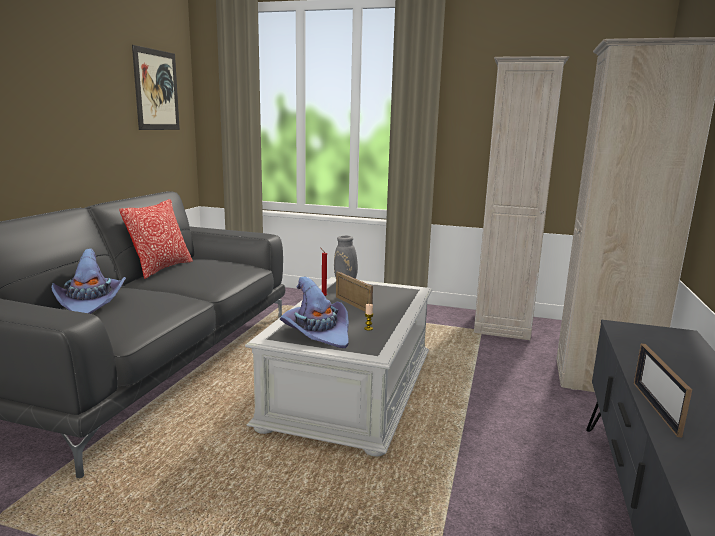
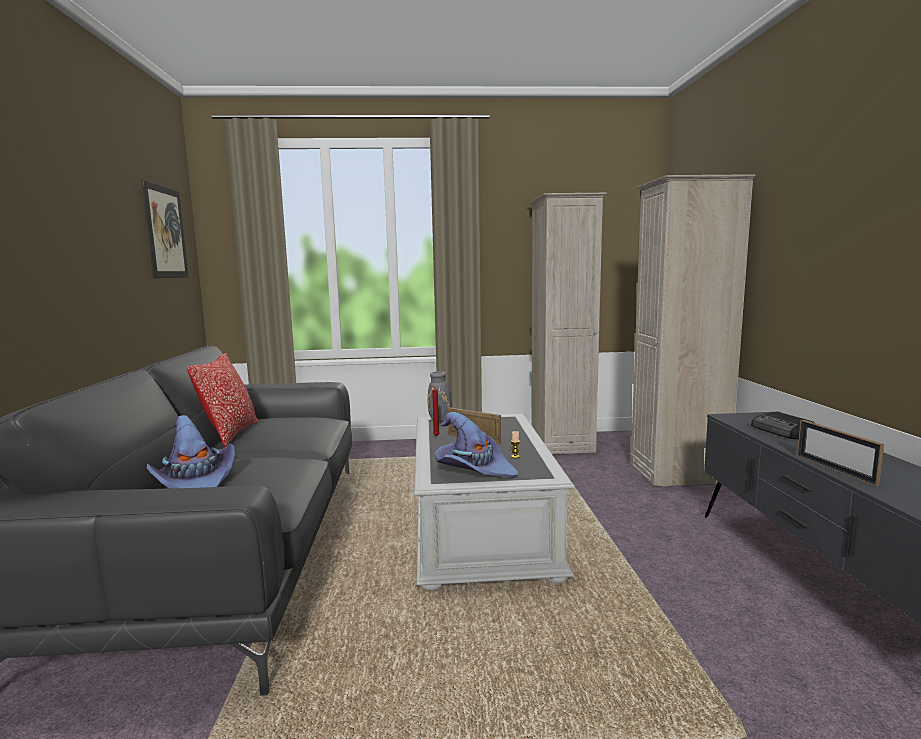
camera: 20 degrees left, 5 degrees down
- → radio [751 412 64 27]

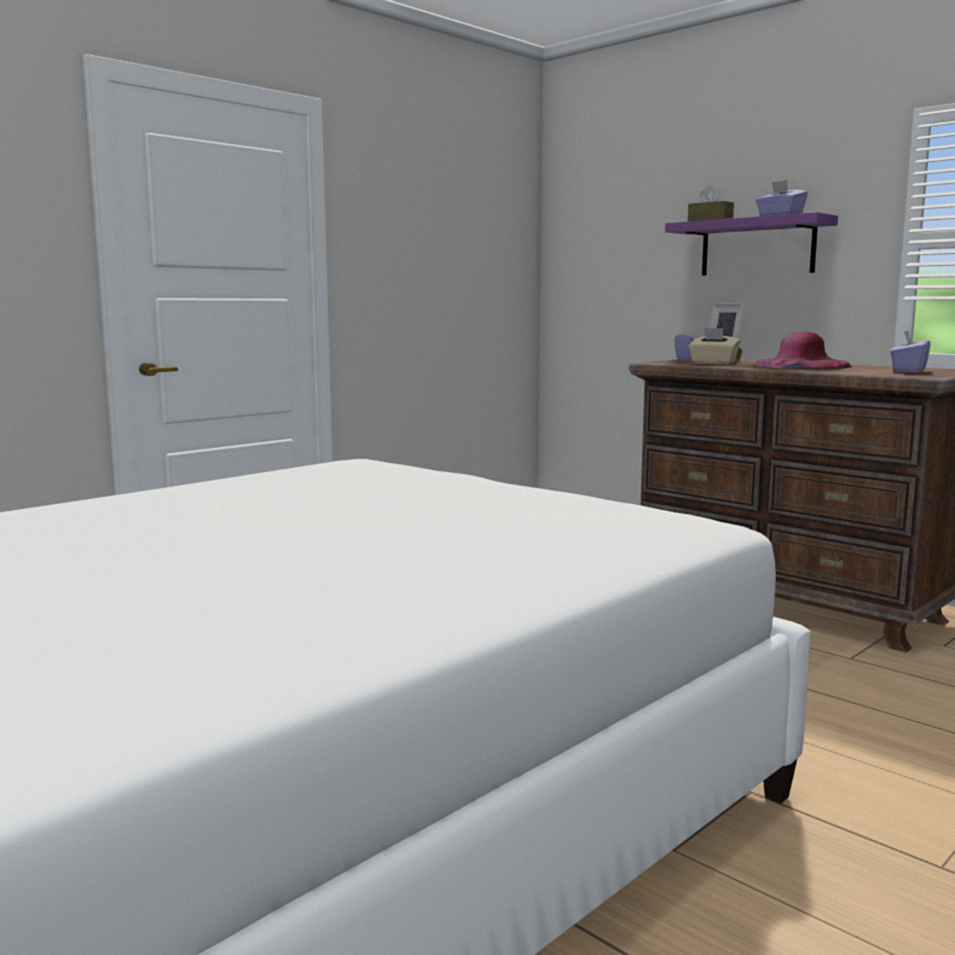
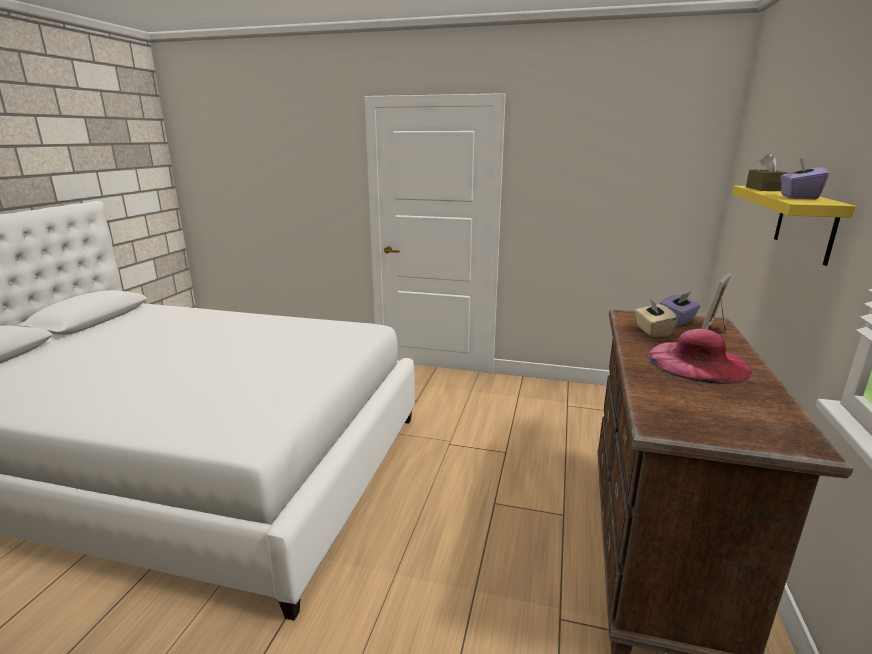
camera: 60 degrees right, 10 degrees up
tissue box (purple) [890 331 41 41] → -
shelf (purple) [665 212 173 63] → shelf (yellow) [732 186 124 80]

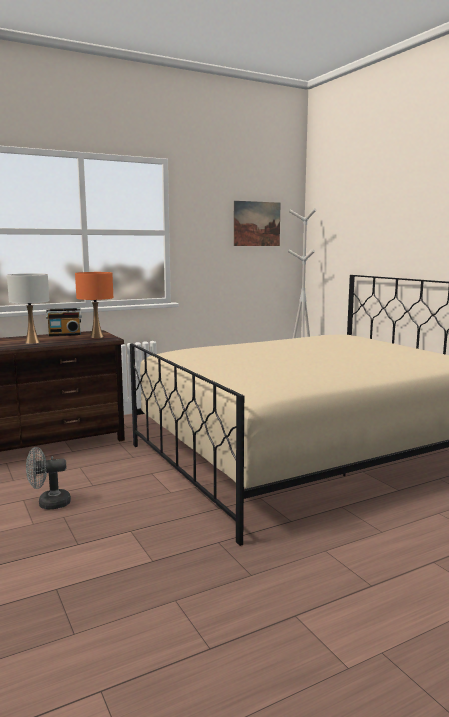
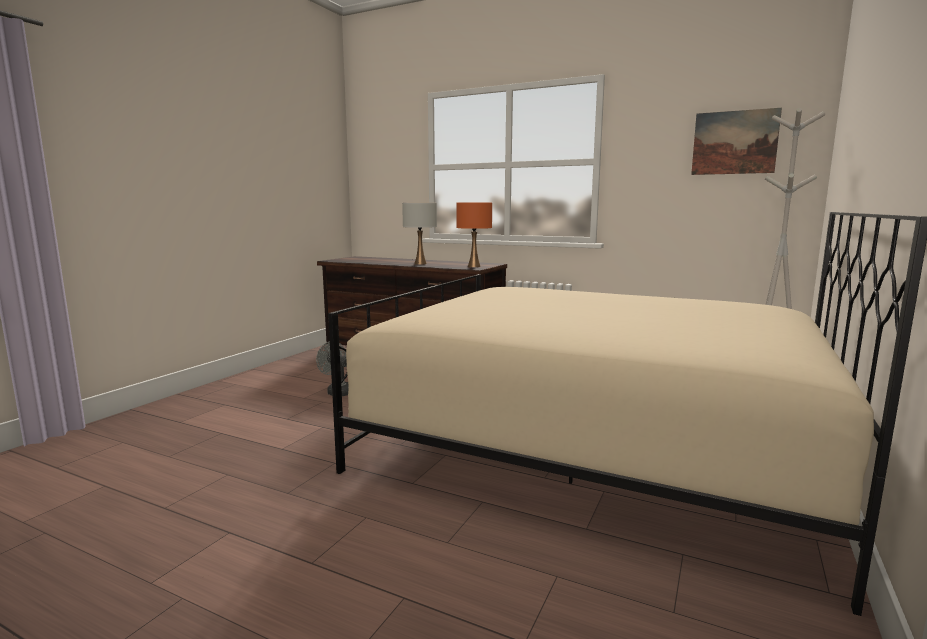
camera: 55 degrees right, 0 degrees up
radio [46 308 36 28] → -

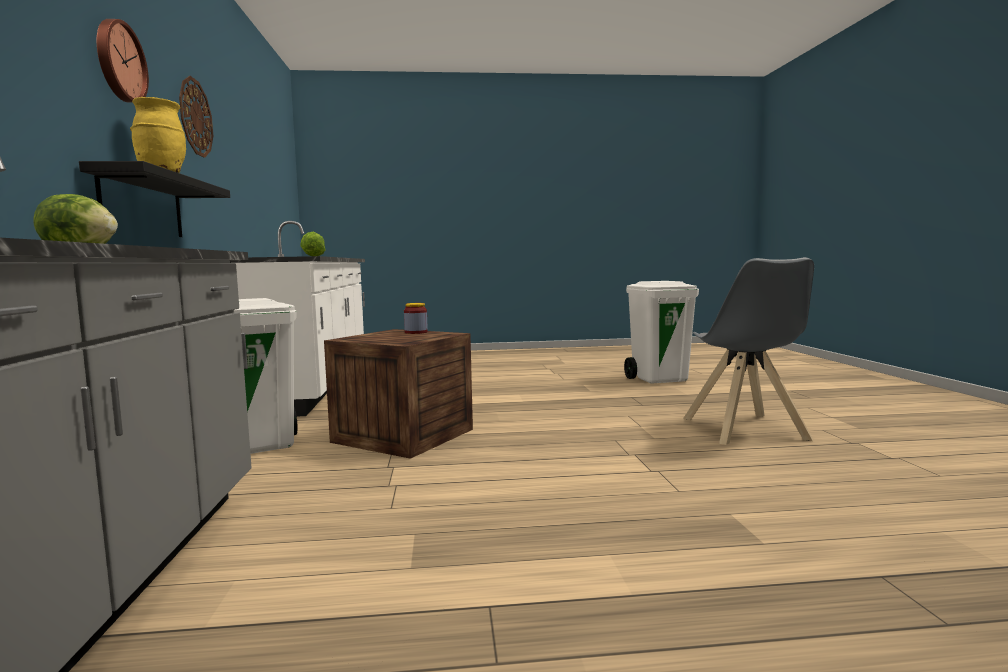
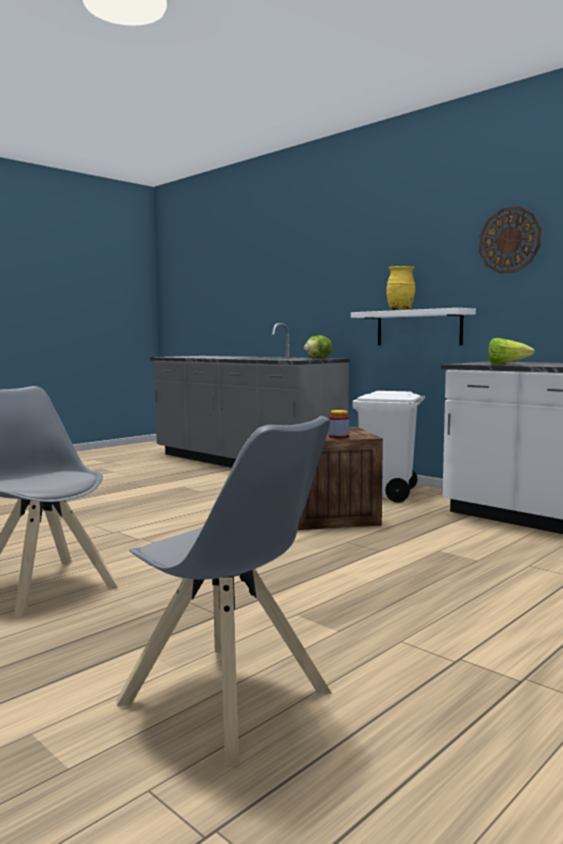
camera: 140 degrees right, 0 degrees up
wall clock [97 19 52 84] → -
trash can (white) [624 281 75 103] → chair (grey) [116 416 216 350]
shelf (black) [79 161 151 76] → shelf (white) [351 308 125 37]

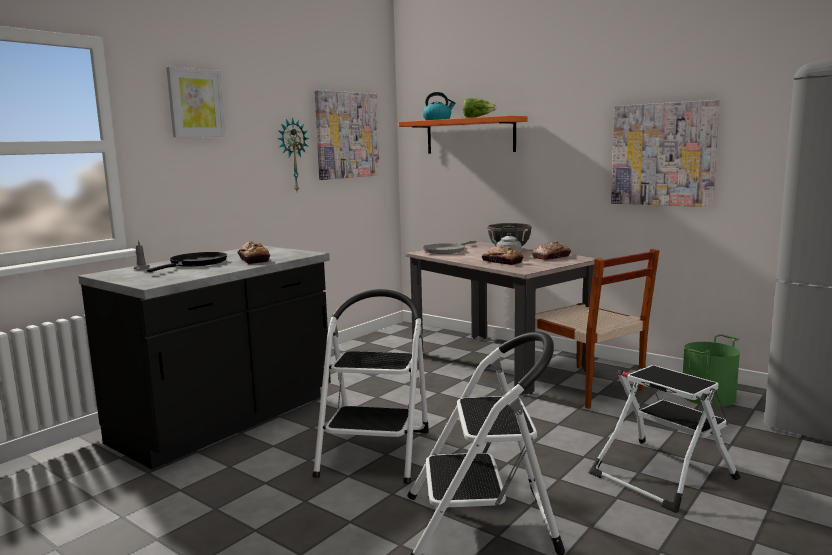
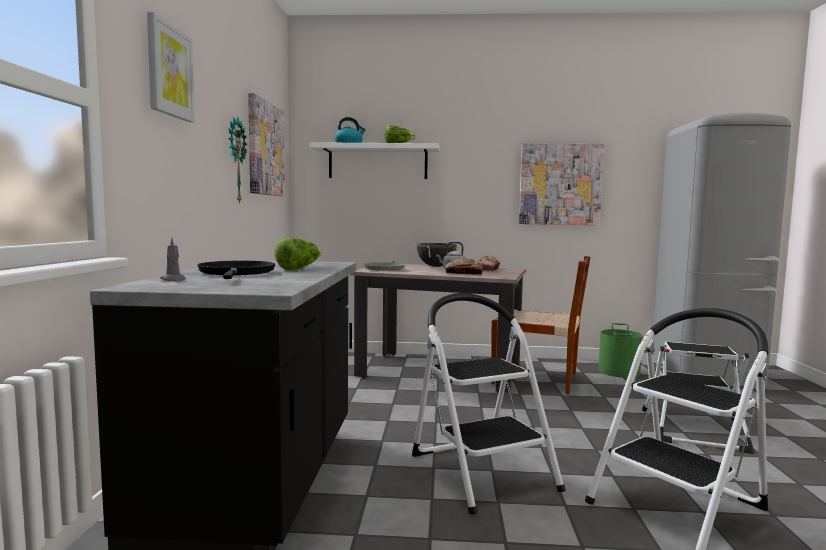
camera: 35 degrees left, 5 degrees down
bread [237 241 33 23] → lettuce [274 238 47 32]
shelf (orange) [399 116 129 37] → shelf (white) [310 142 129 37]

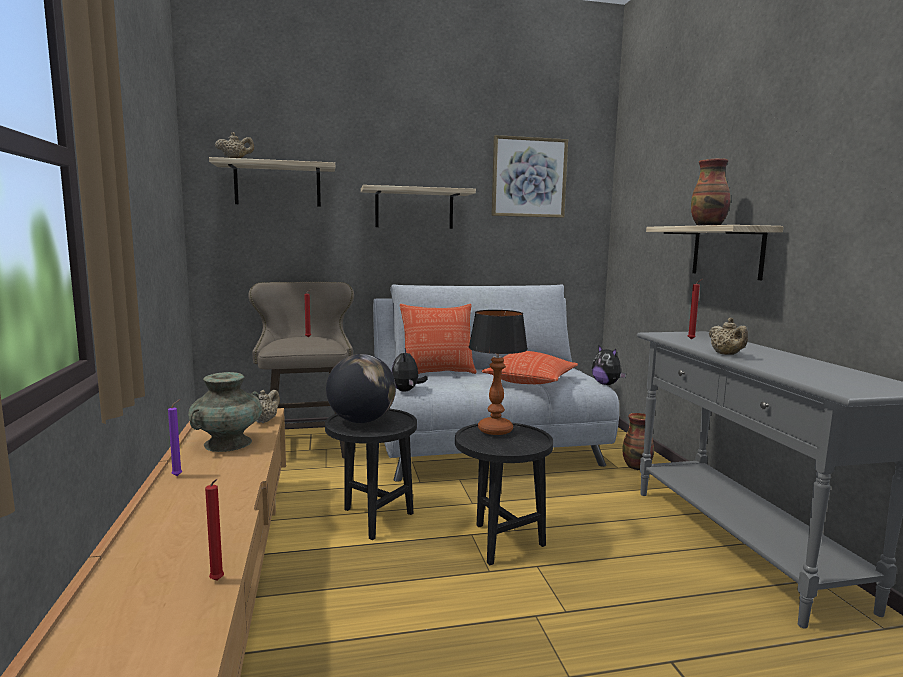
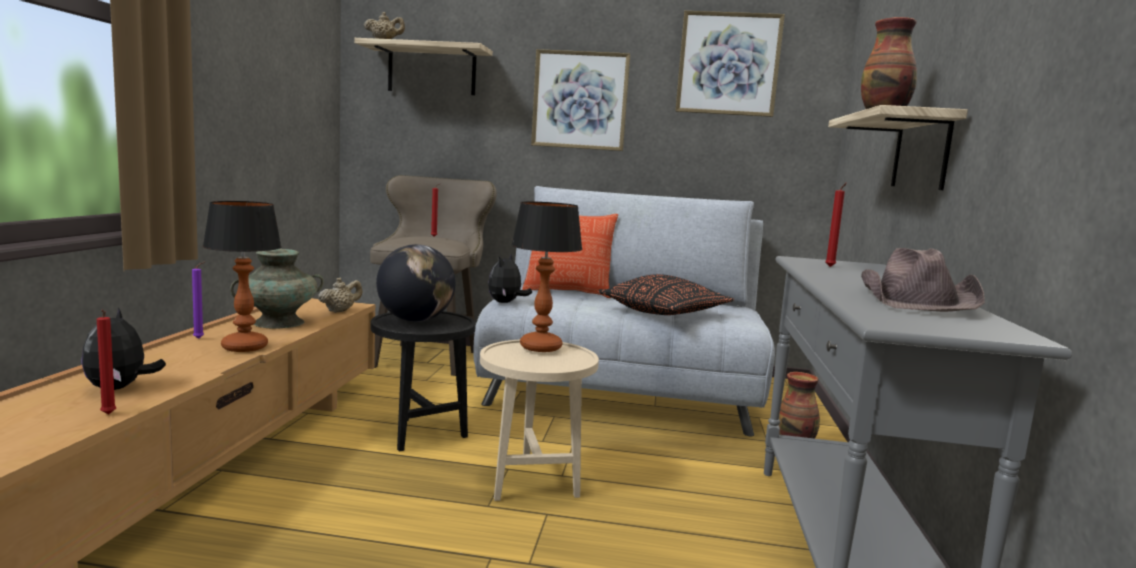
camera: 20 degrees right, 0 degrees up
teapot (beige) [709 318 39 37] → -
- → table lamp [203 201 79 151]
- → hat (brown) [861 248 124 64]
plush toy [592 345 35 40] → plush toy [81 307 85 83], shifted
shelf [361 185 115 44] → picture [531 49 99 102]
side table (black) [455 423 98 142] → side table (beige) [480 340 119 161]
pillow (orange) [482 351 96 33] → pillow (black) [598 274 136 41]

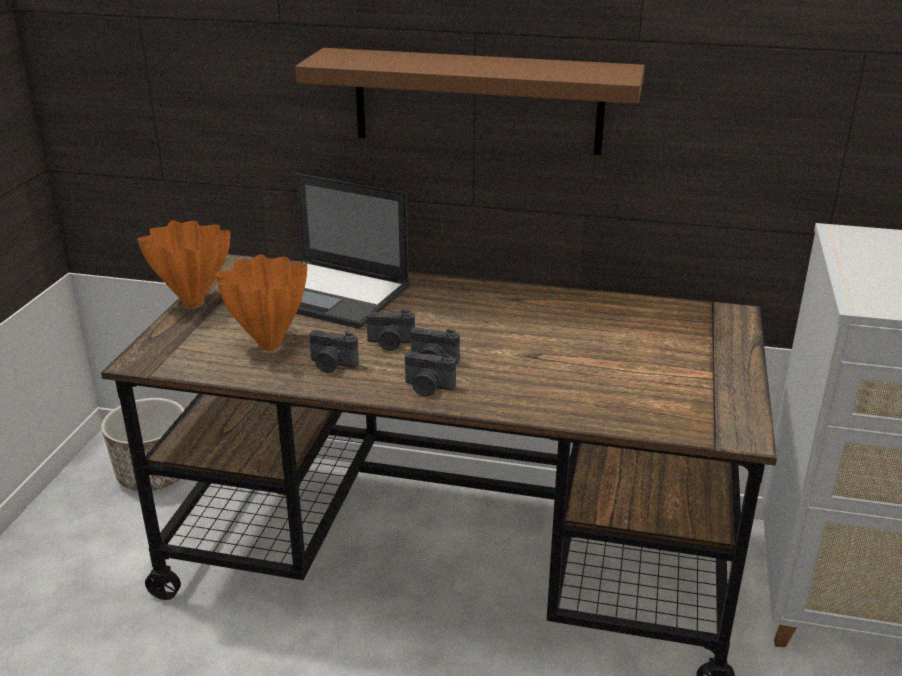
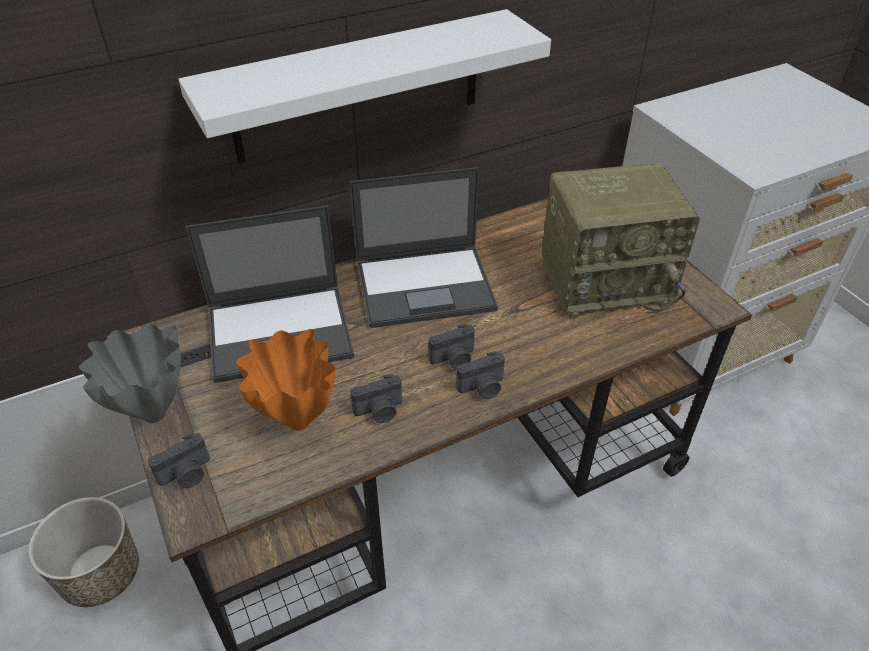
camera: 40 degrees left, 15 degrees up
- → laptop [349 167 149 161]
- → radio [542 162 158 156]
photo camera [366 310 49 41] → photo camera [148 433 62 55], shifted
vase (orange) [137 220 93 87] → vase (grey) [79 324 102 99]
shelf (brown) [295 48 350 107] → shelf (white) [178 9 373 155]

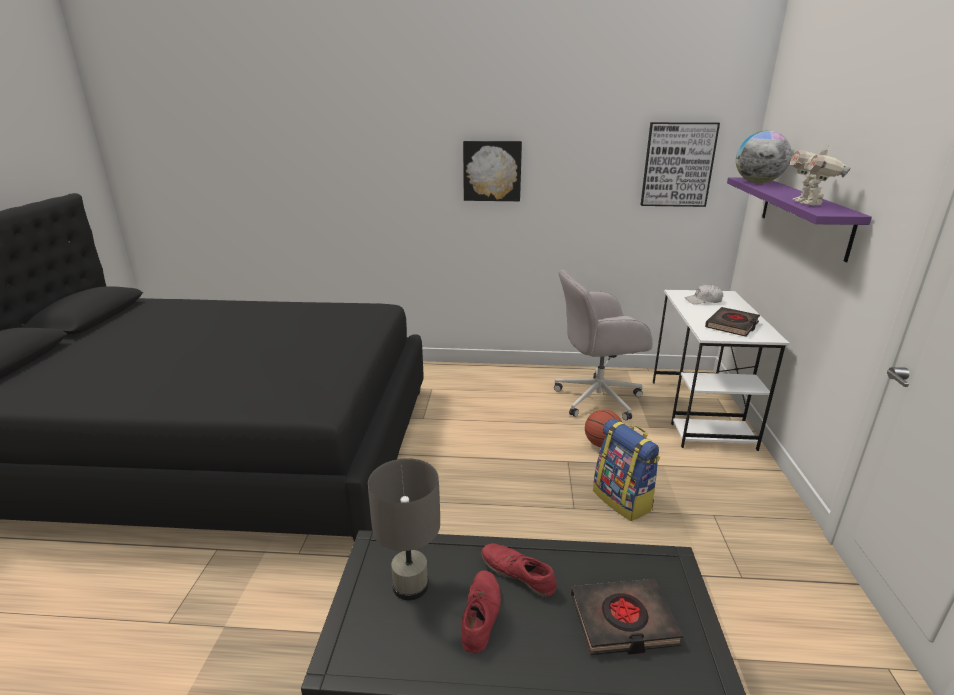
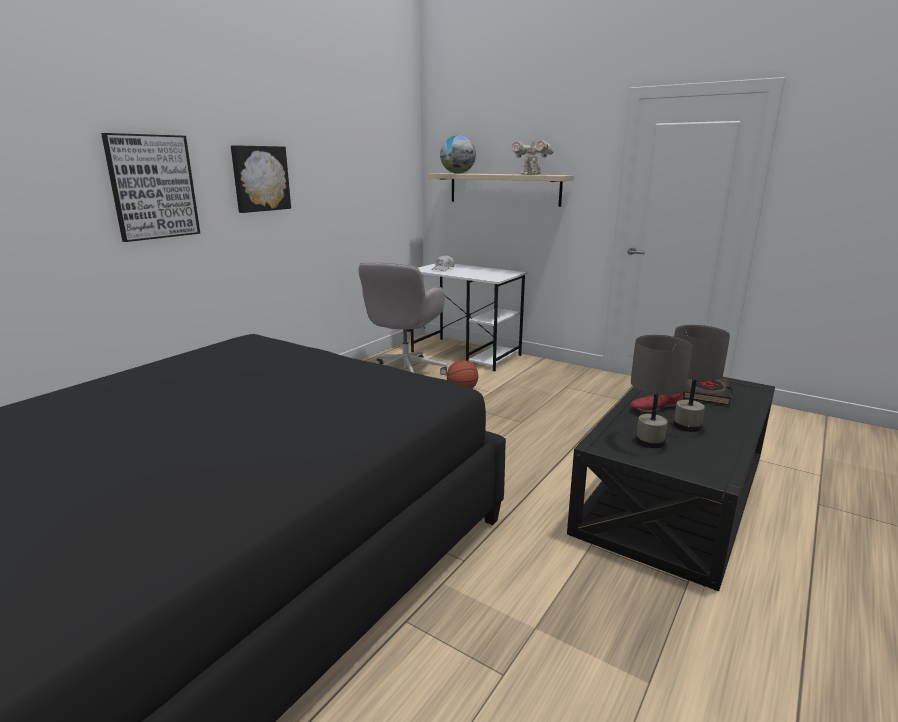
camera: 60 degrees left, 5 degrees down
backpack [593 419 67 102] → -
book (black) [705 307 55 30] → -
picture [641 122 79 85] → picture [101 133 99 109], shifted
shoe (red) [461 570 40 83] → table lamp (grey) [673 325 57 107]
shelf (purple) [727 177 145 85] → shelf (beige) [428 173 146 34]

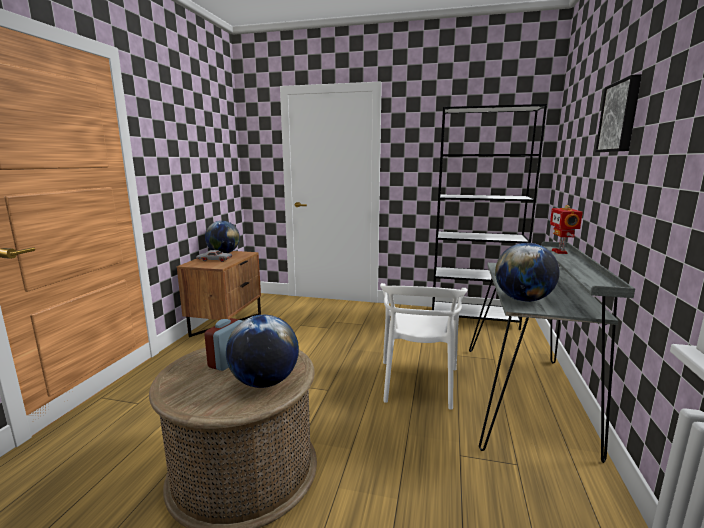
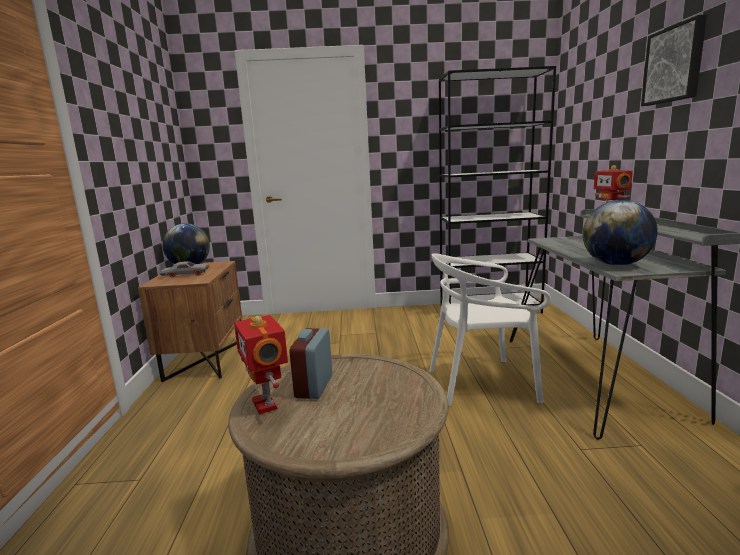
camera: 15 degrees left, 0 degrees up
globe [226 315 73 73] → -
- → toy robot [234 315 54 99]
chair (white) [380 283 88 127] → chair (white) [429 253 122 153], 90 degrees clockwise

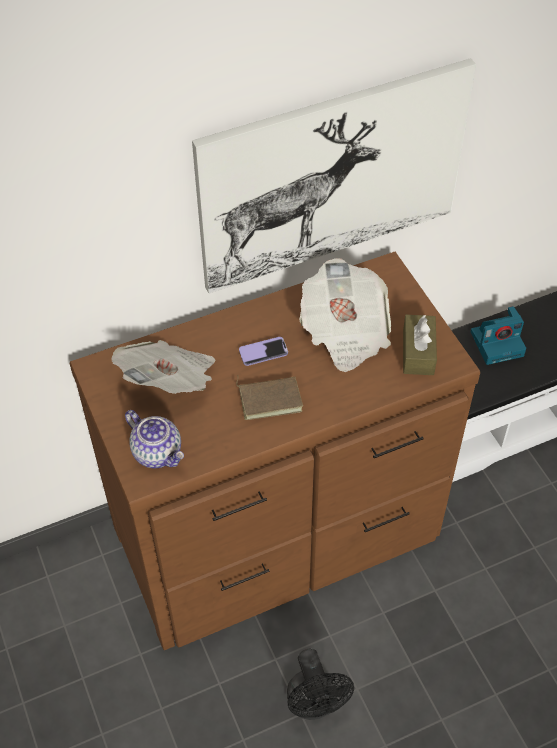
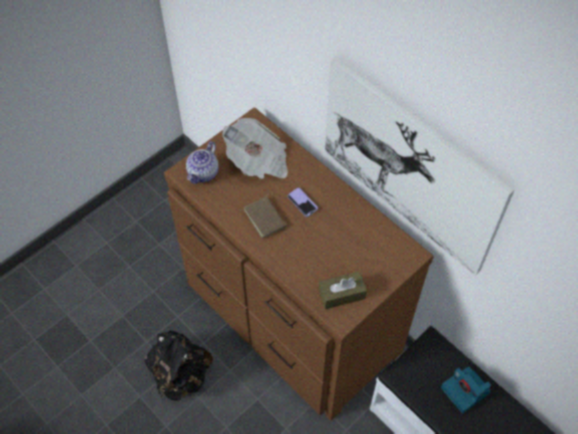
camera: 70 degrees right, 5 degrees up
newspaper [299 258 92 114] → -
fan (black) [287 649 67 71] → backpack (black) [145 331 68 70]

